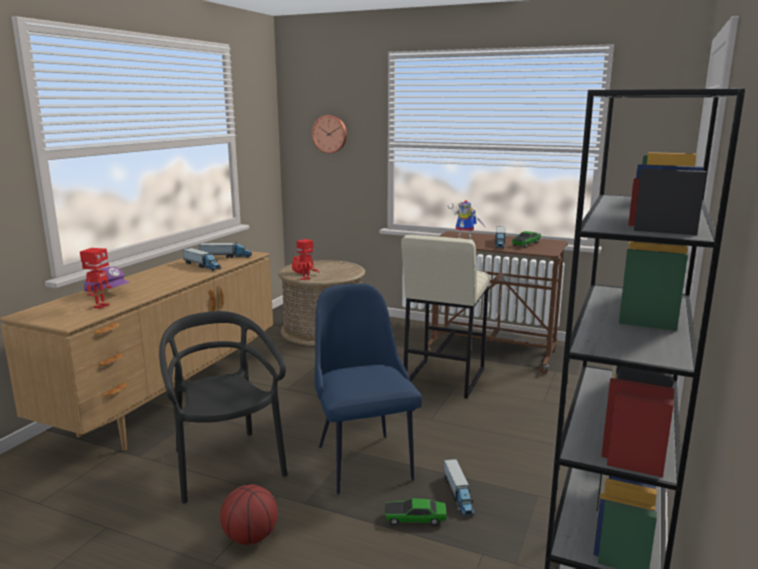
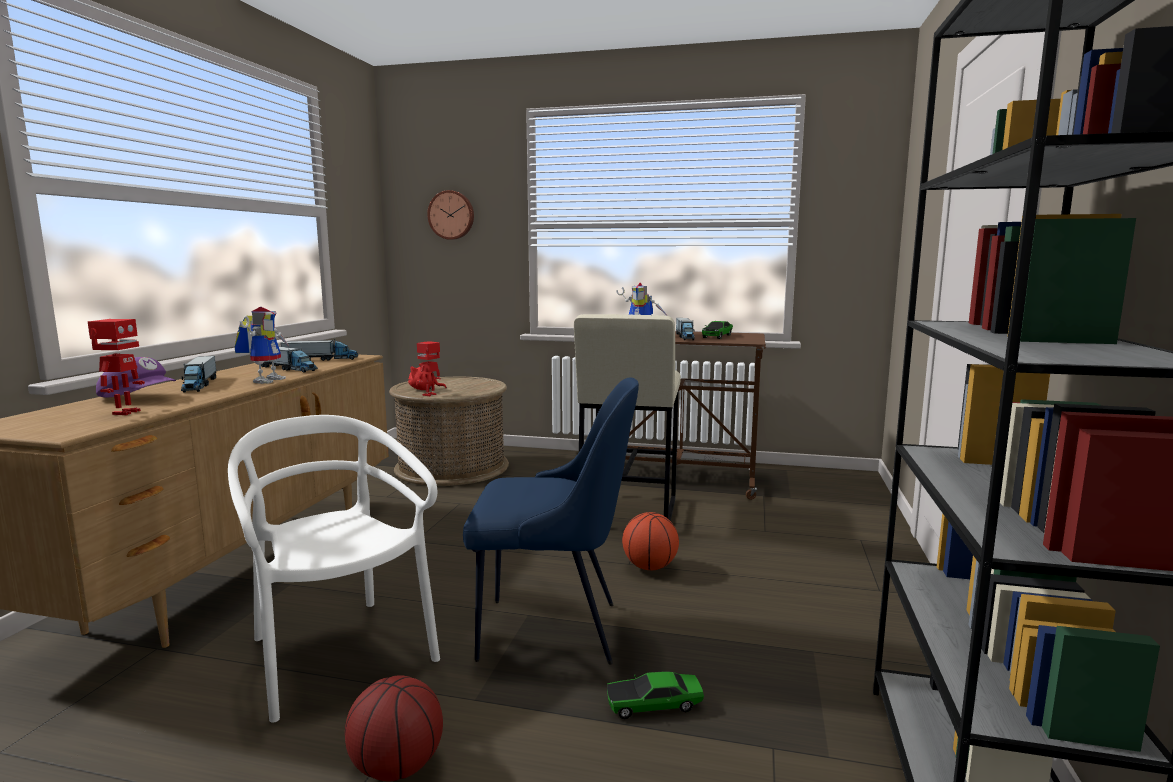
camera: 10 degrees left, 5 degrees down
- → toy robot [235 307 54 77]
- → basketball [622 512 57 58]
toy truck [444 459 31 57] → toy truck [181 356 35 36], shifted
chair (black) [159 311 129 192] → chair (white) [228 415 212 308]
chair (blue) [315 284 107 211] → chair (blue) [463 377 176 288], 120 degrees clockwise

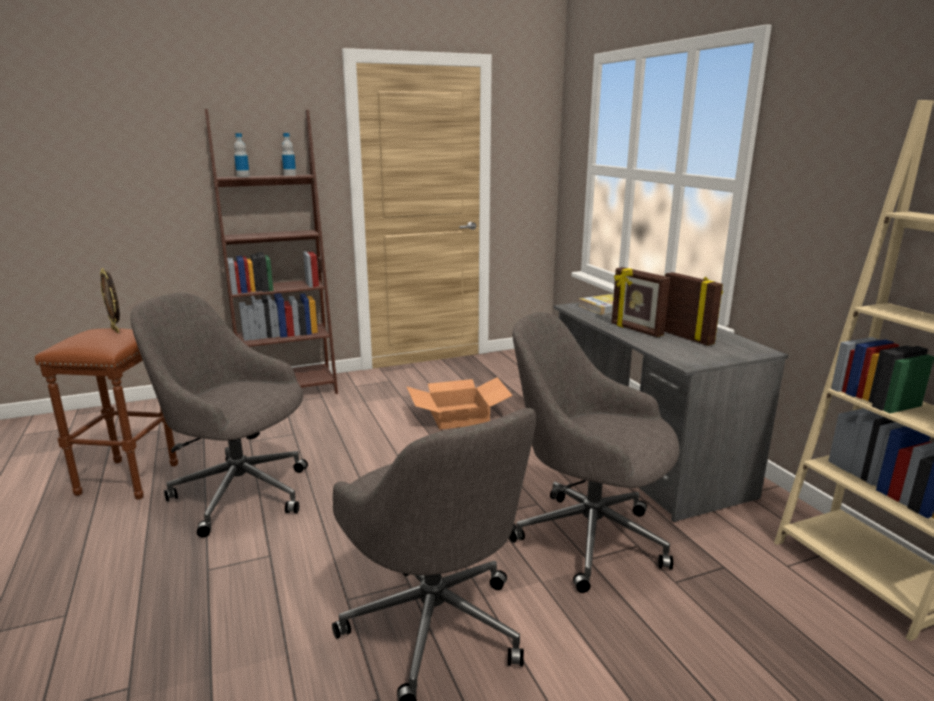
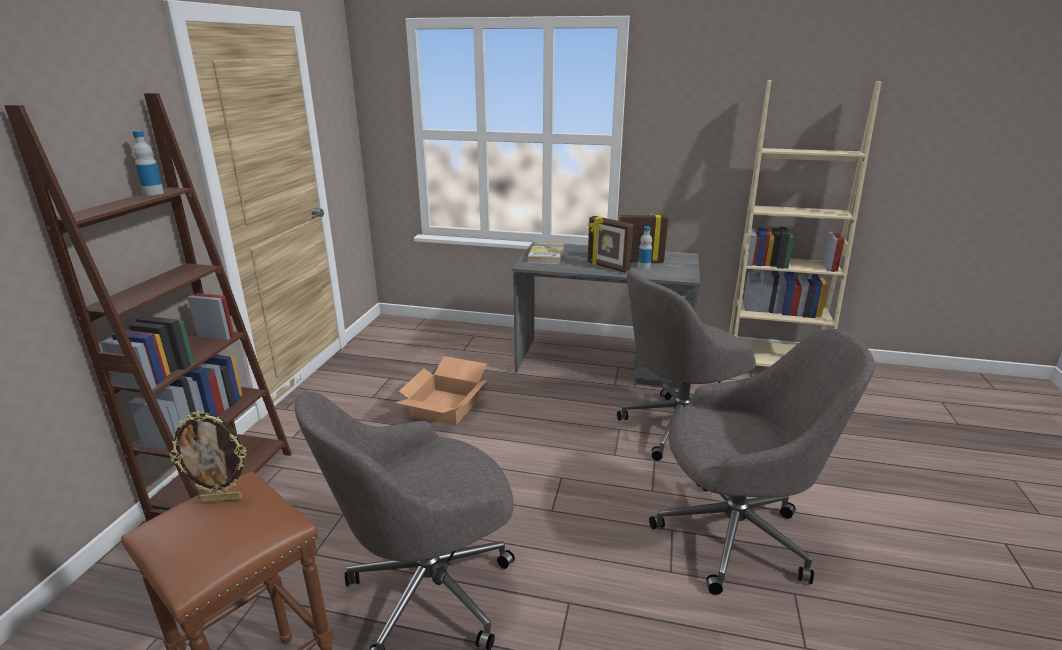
camera: 55 degrees left, 5 degrees up
bottle [234 133 16 44] → bottle [638 226 14 43], shifted
picture frame [612 267 58 70] → picture frame [587 216 46 57], 45 degrees clockwise

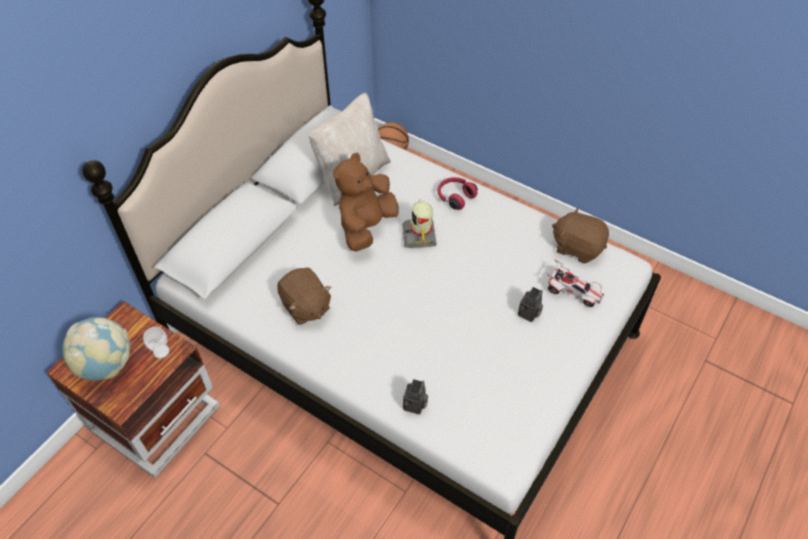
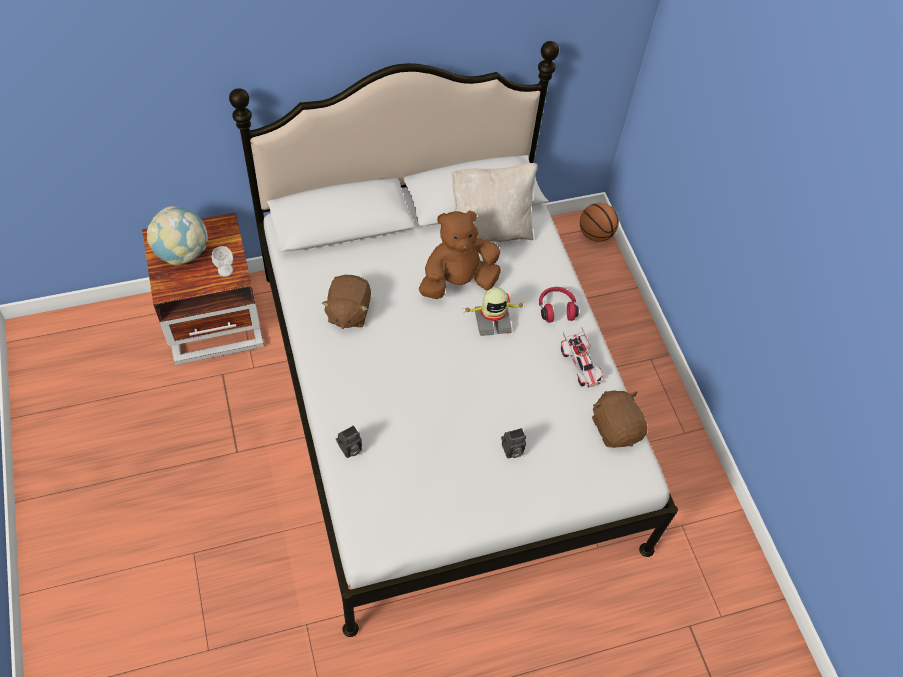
camera: 35 degrees right, 5 degrees up
toy car [547 259 57 48] → toy car [561 327 43 61], shifted
toy robot [402 199 35 49] → toy robot [464 288 61 48], 135 degrees counterclockwise

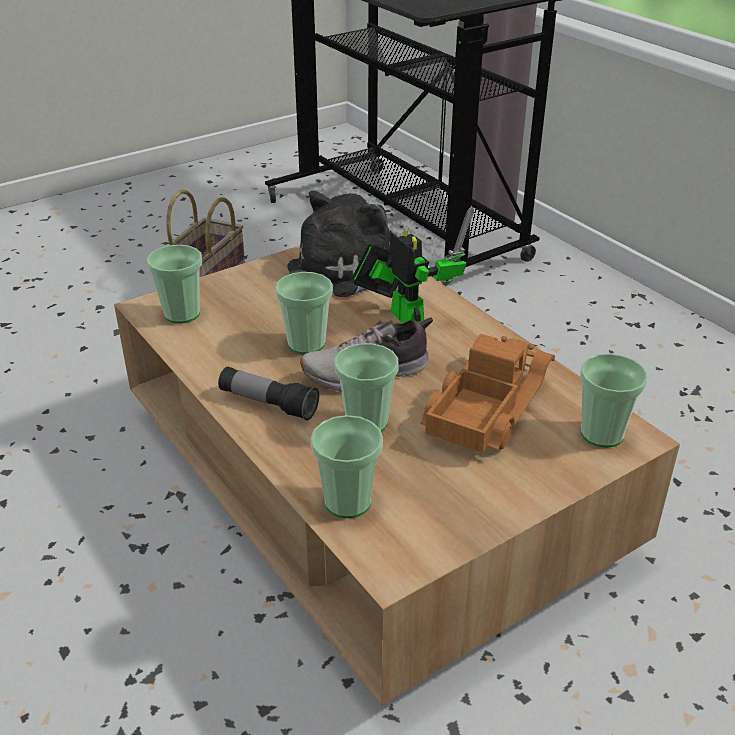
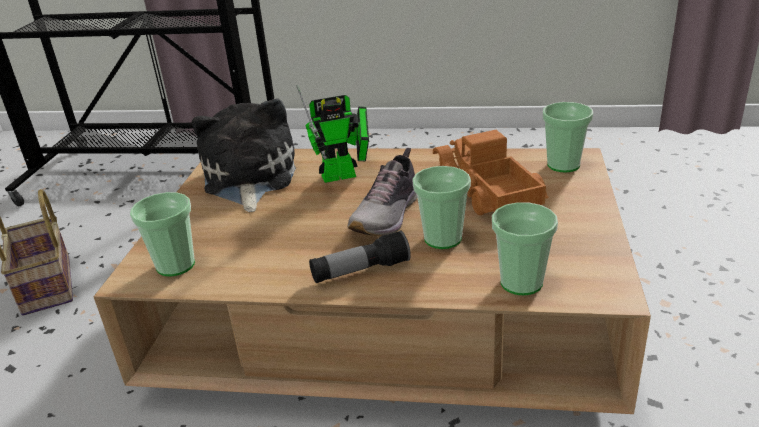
camera: 45 degrees left, 5 degrees down
cup [275 272 58 82] → -
toy robot [351 206 123 117] → toy robot [296 85 73 98], 150 degrees clockwise

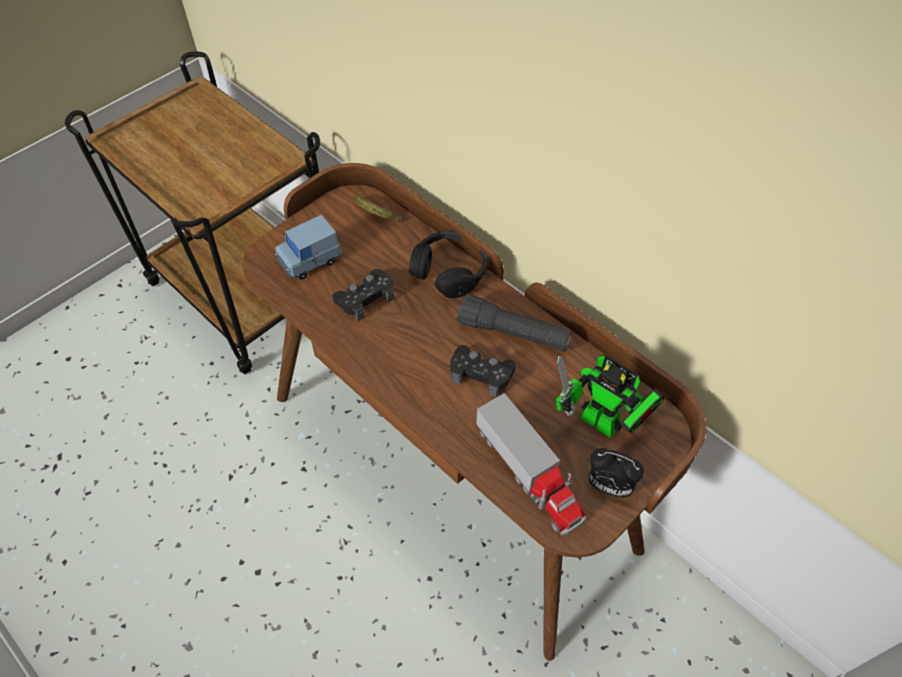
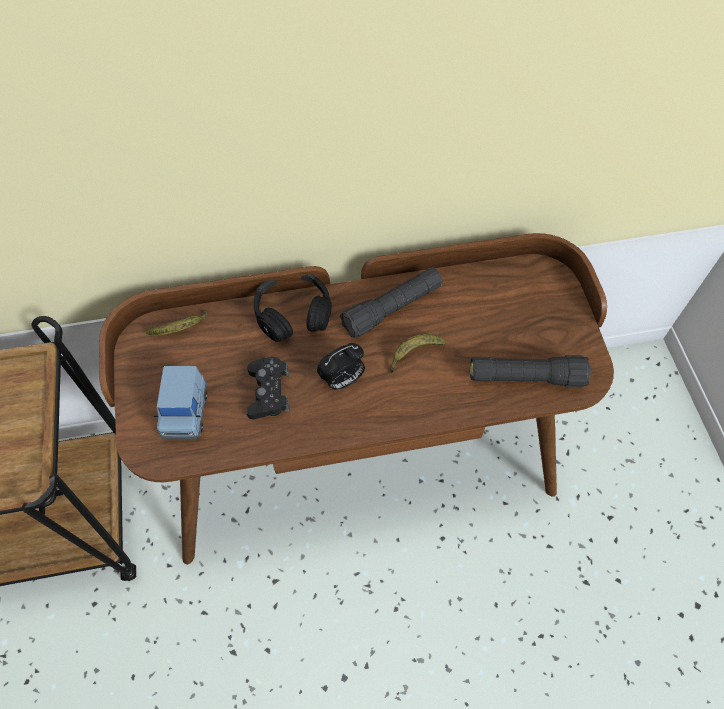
camera: 55 degrees left, 5 degrees up
toy robot [555 355 110 83] → -
alarm clock [589 448 55 50] → alarm clock [317 343 48 47], shifted
game controller (black) [450 345 66 52] → banana [390 334 55 39]
toy truck [476 393 111 142] → flashlight (black) [470 355 121 32]

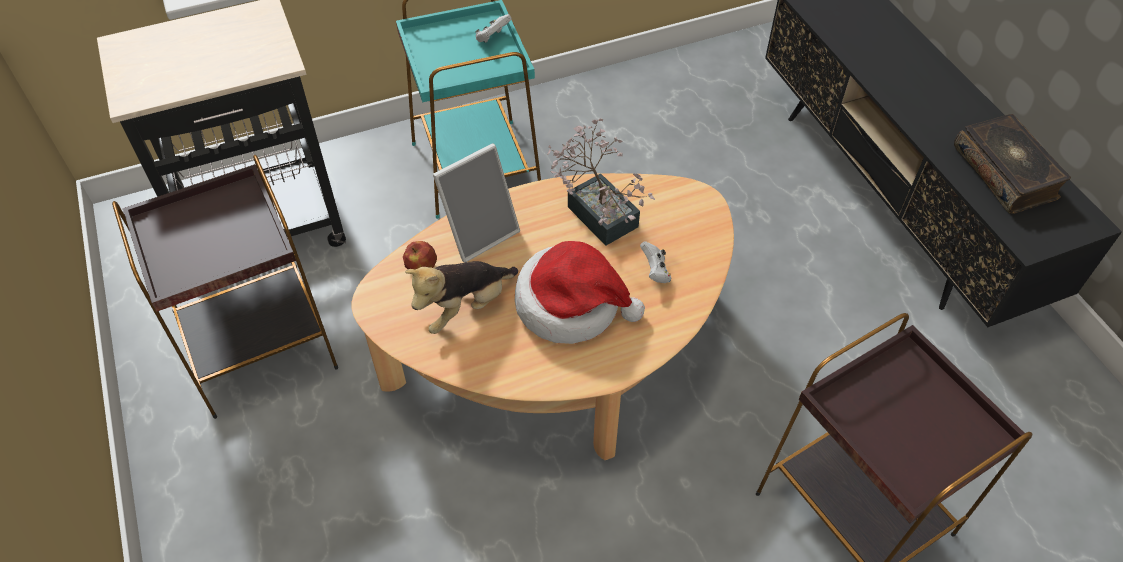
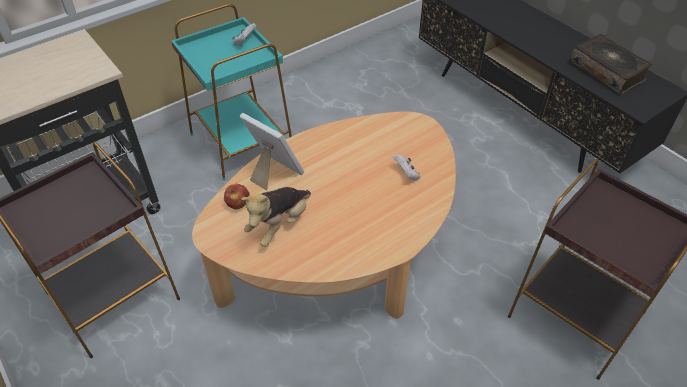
camera: 15 degrees left, 5 degrees down
hat [515 241 130 103] → -
potted plant [546 118 109 128] → -
picture frame [433 143 87 119] → picture frame [240 113 64 78], 90 degrees counterclockwise

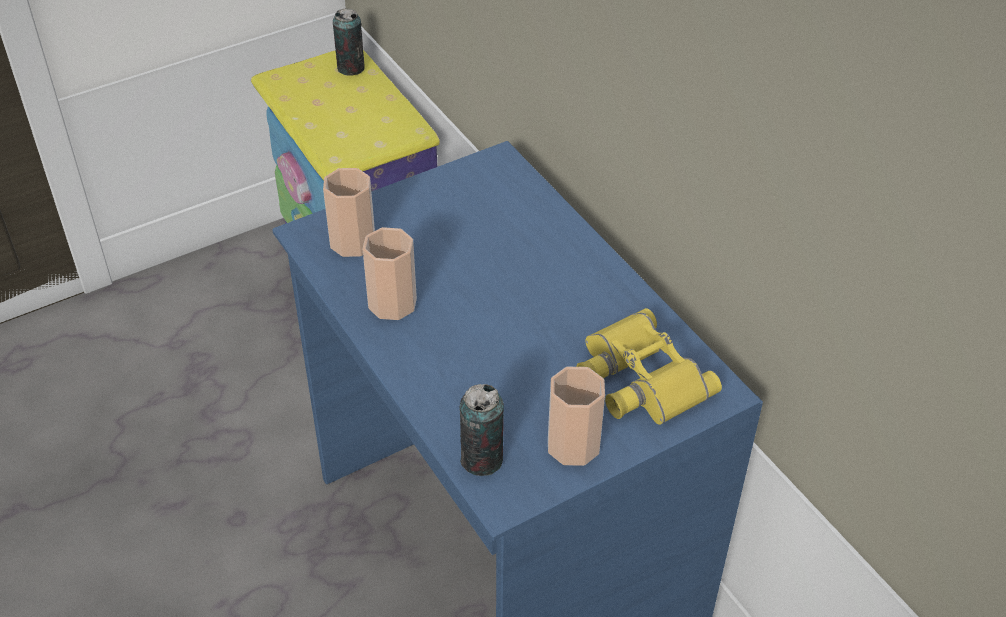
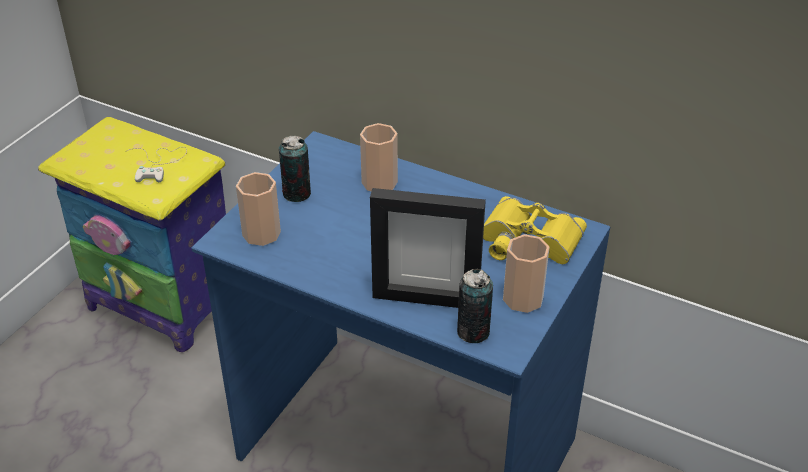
camera: 30 degrees left, 5 degrees down
- → game controller (white) [127 147 60 35]
- → picture frame [370 188 116 120]
can [333 8 32 68] → can [279 136 32 66], shifted
cup [363 227 54 93] → cup [360 123 38 69], shifted

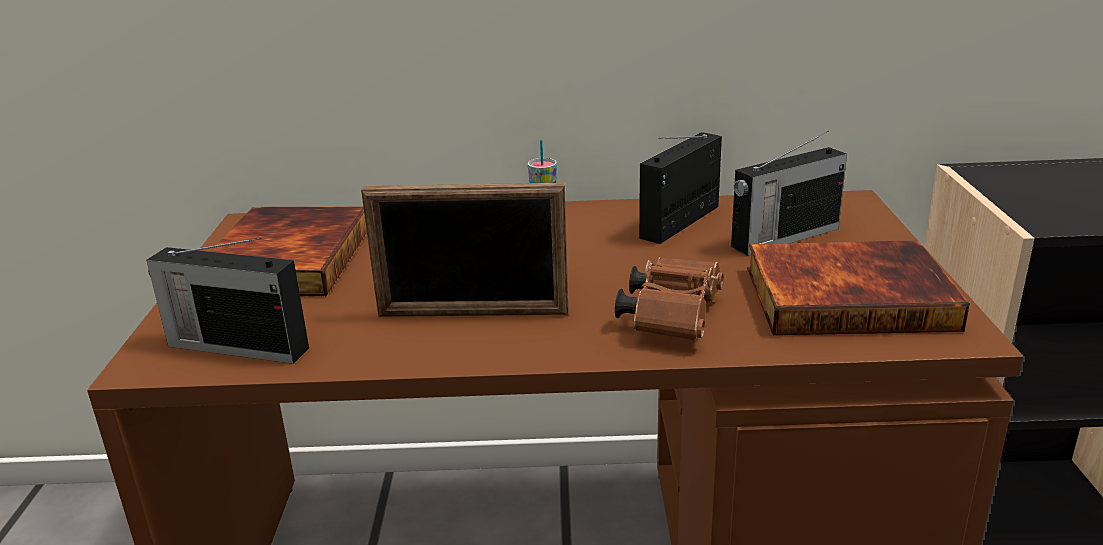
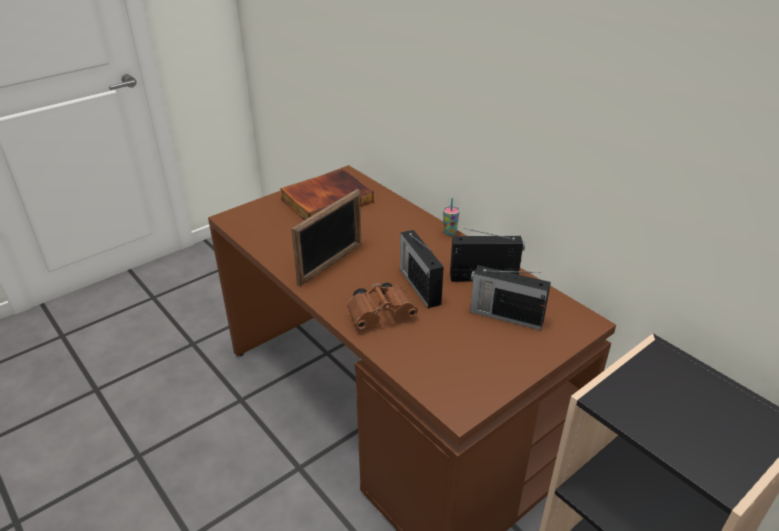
camera: 50 degrees right, 10 degrees up
book [747 240 223 95] → -
radio [146 238 163 126] → radio [400 230 44 78], shifted
picture frame [361 183 208 134] → picture frame [291 189 70 97], 105 degrees counterclockwise

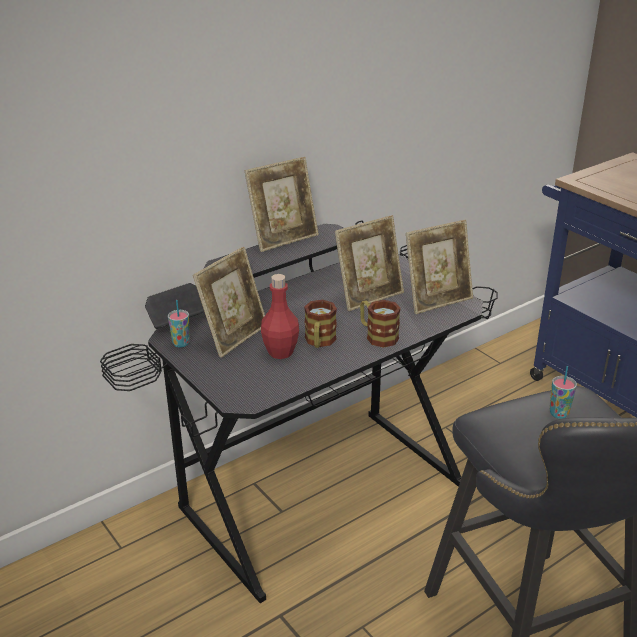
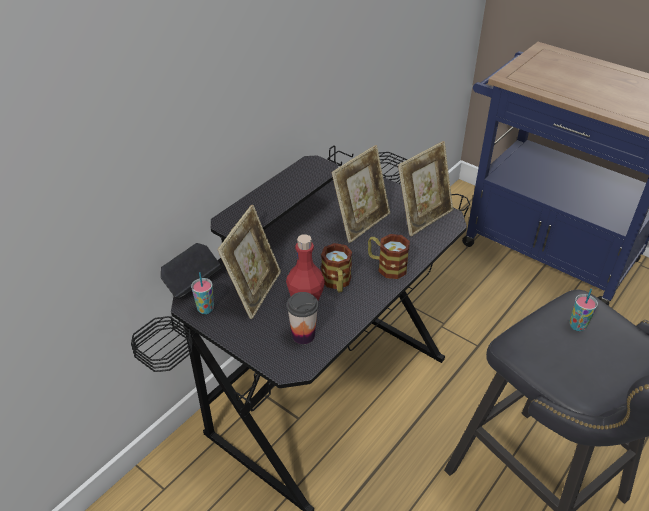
camera: 15 degrees left, 10 degrees up
picture frame [245 157 74 95] → -
- → cup [287 292 32 52]

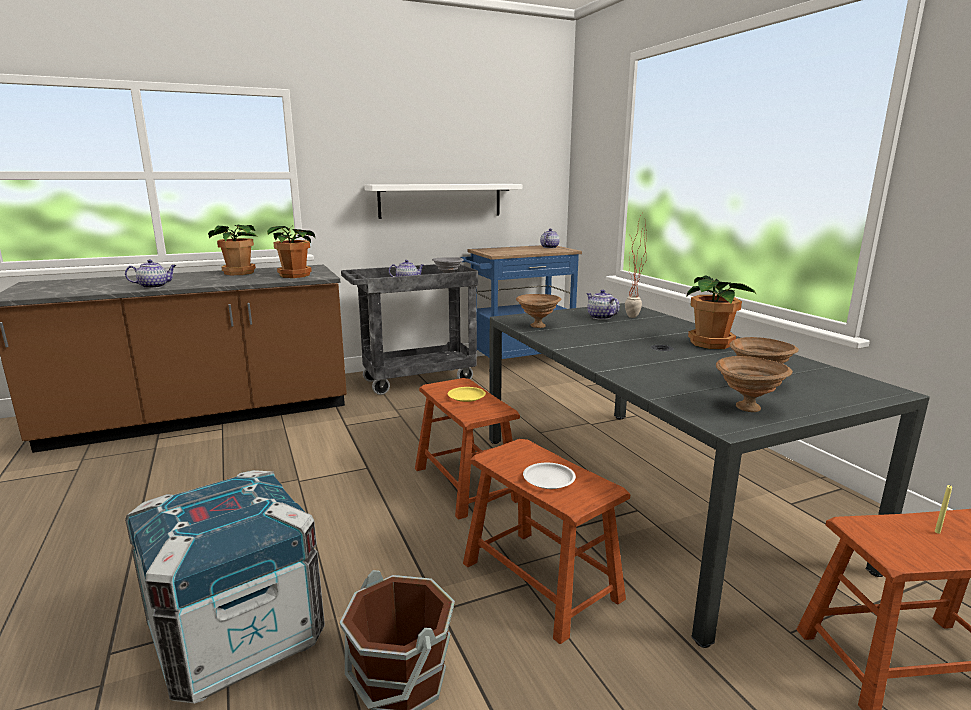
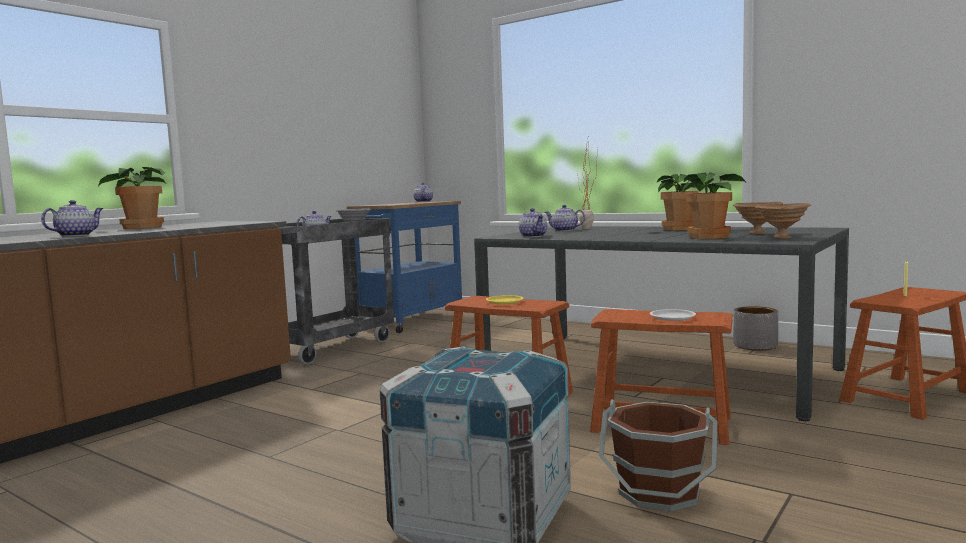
camera: 30 degrees left, 10 degrees down
shelf (white) [364 184 158 35] → -
- → planter (grey) [733 306 45 45]
potted plant [267 226 49 52] → potted plant [683 172 64 67], shifted
bowl (brown) [516 294 45 34] → teapot [519 208 29 29]

